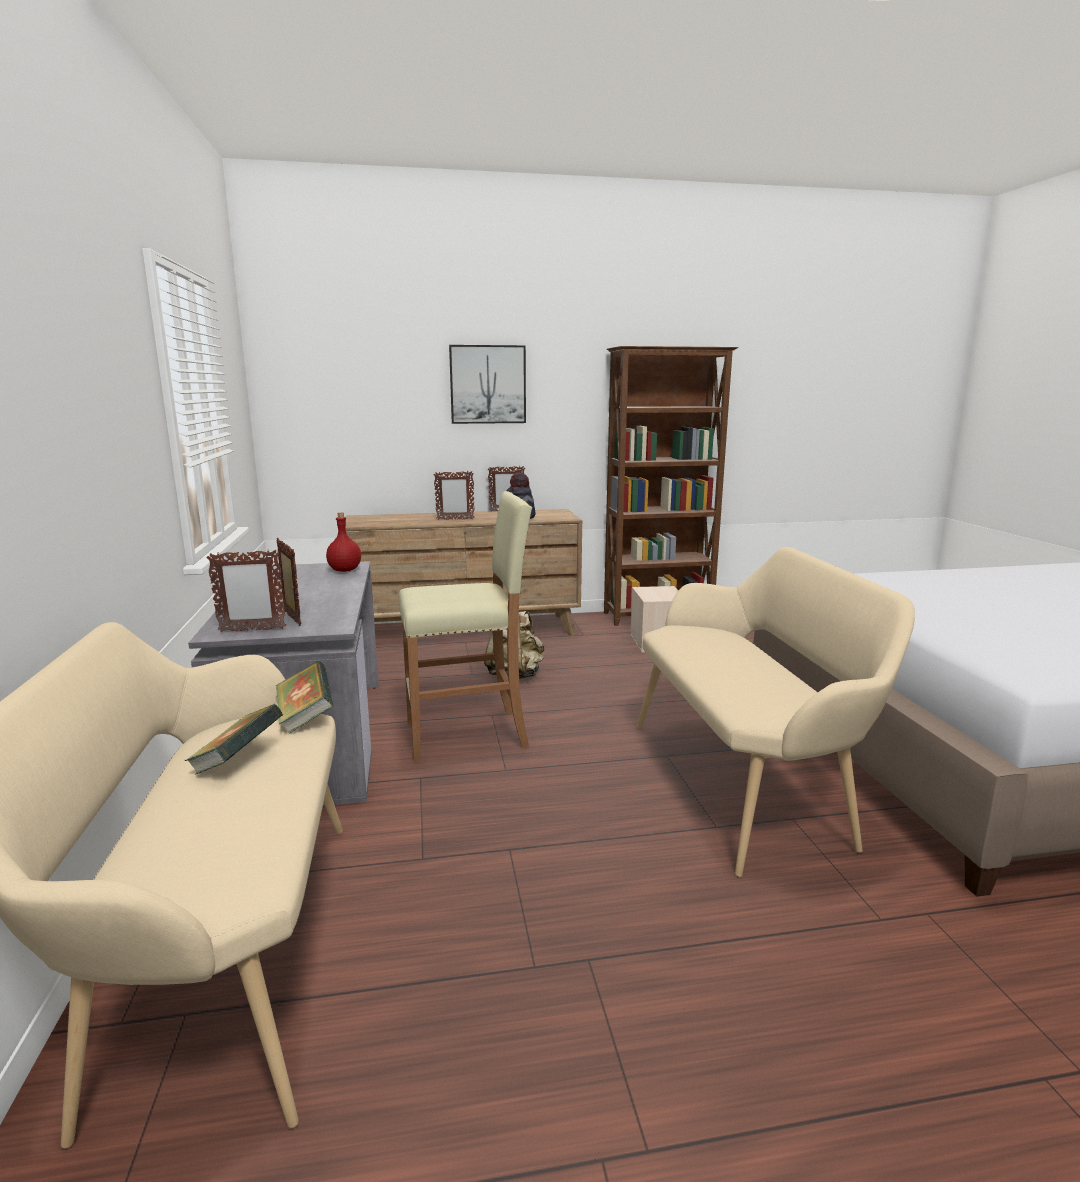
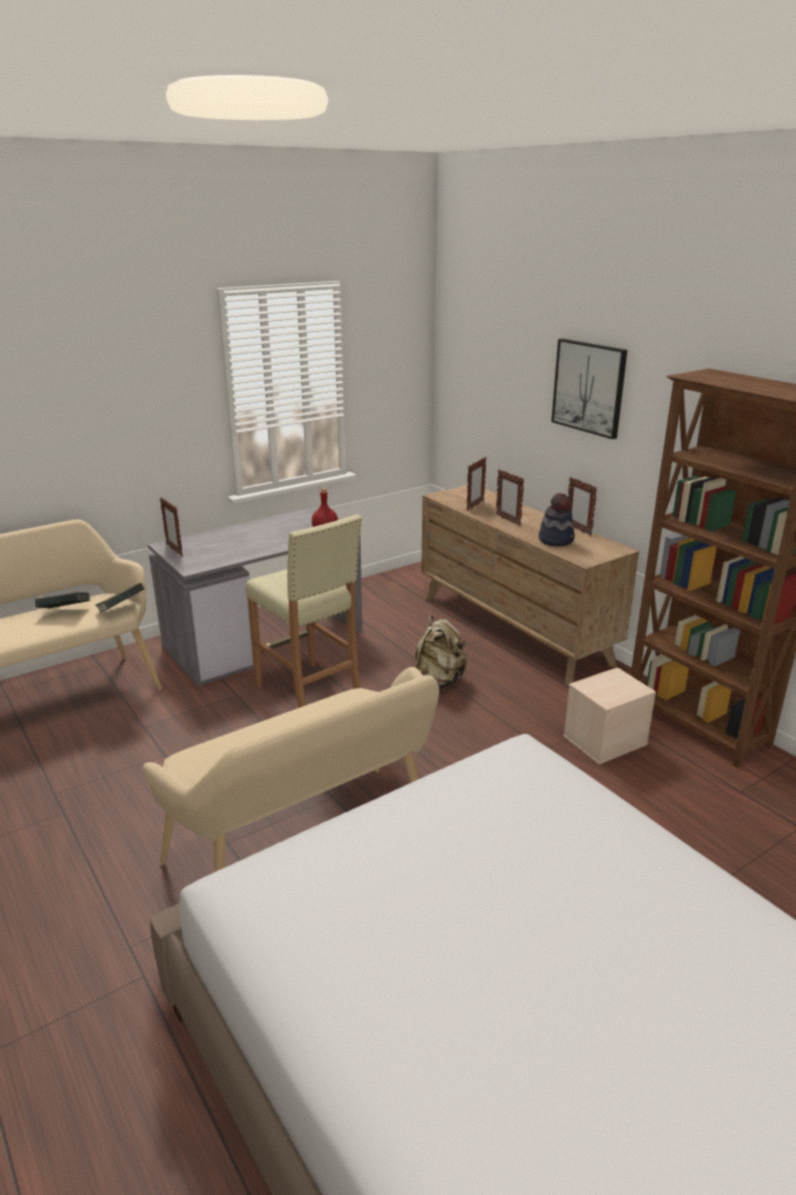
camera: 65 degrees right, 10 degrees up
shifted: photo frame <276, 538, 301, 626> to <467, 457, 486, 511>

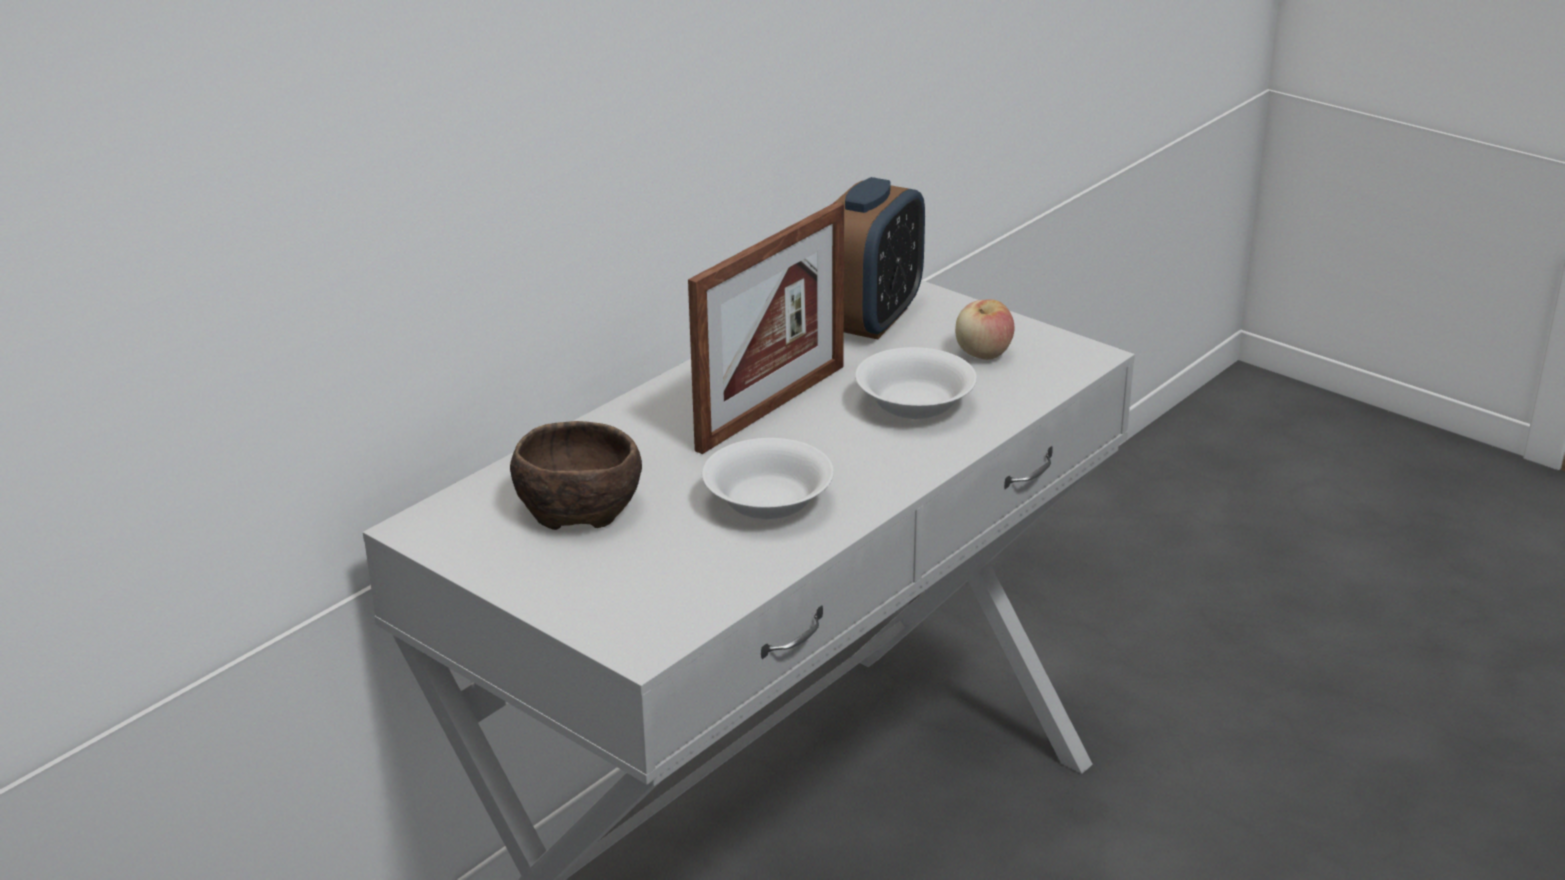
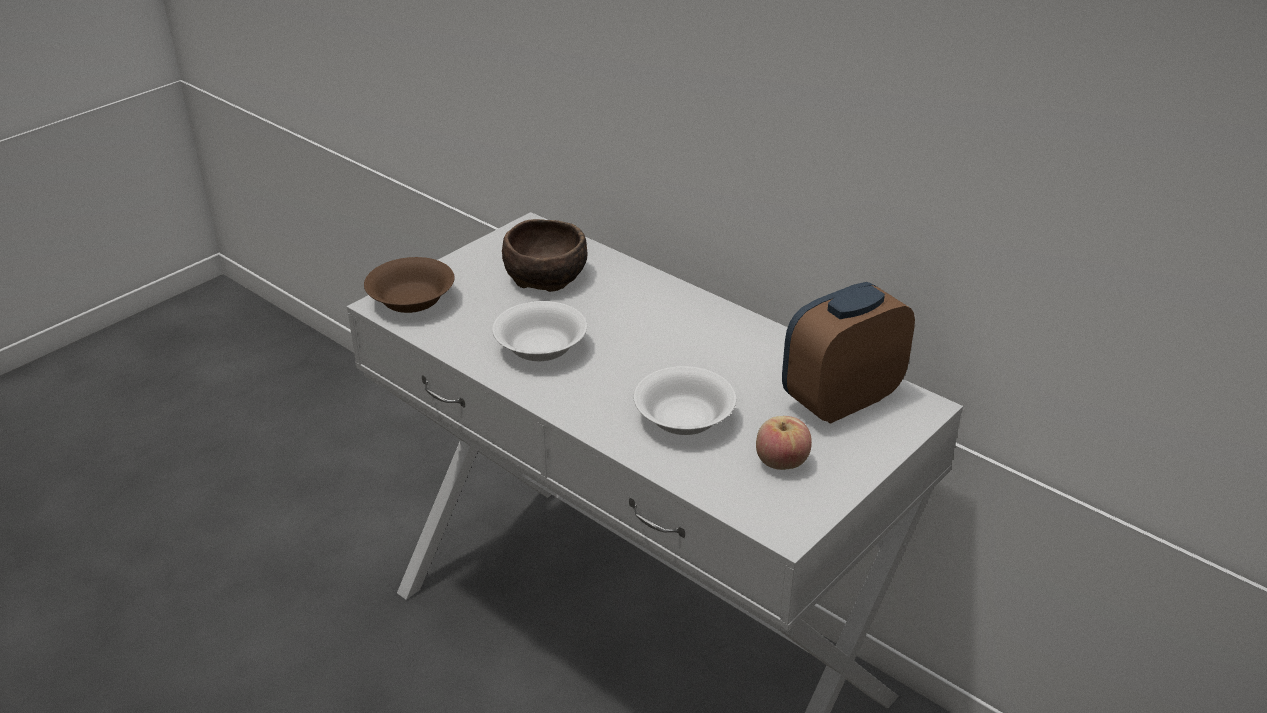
camera: 90 degrees right, 5 degrees up
gone: photo frame <688, 202, 844, 454>
new: serving bowl (brown-coloured) <364, 257, 454, 313>
rotated: table clock <834, 177, 925, 339> = <782, 282, 915, 424> 120 degrees clockwise

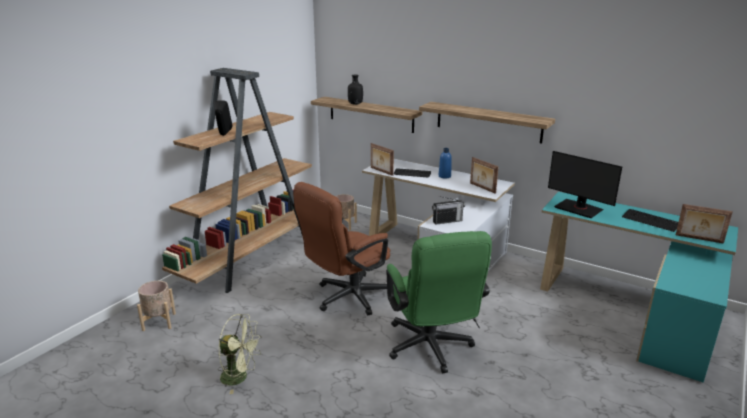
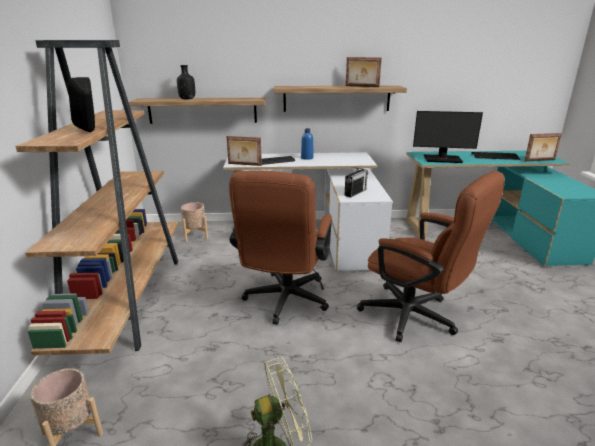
camera: 35 degrees left, 0 degrees up
shifted: photo frame <470, 157, 499, 194> to <346, 57, 382, 87>
repainted: computer chair (green-coloured) <386, 231, 492, 373> to computer chair (brown-coloured) <357, 171, 505, 342>

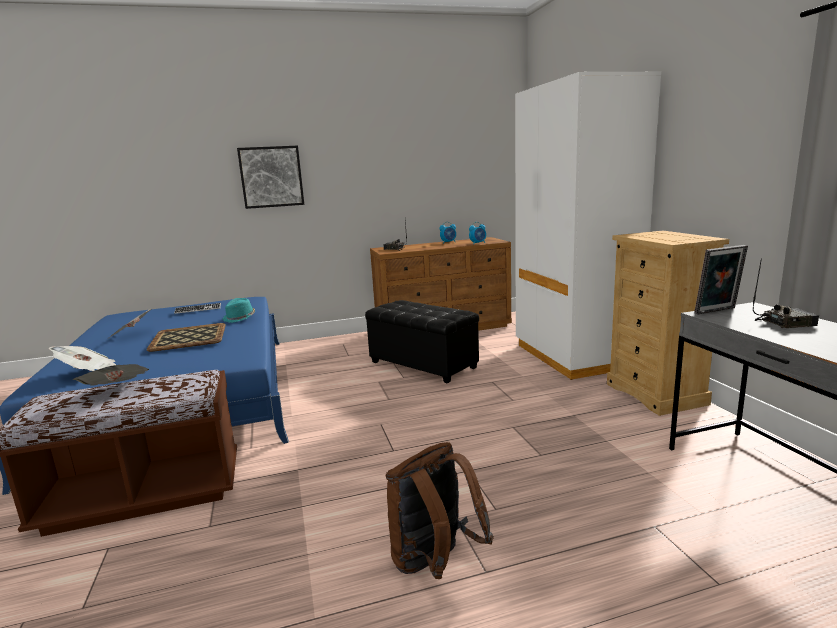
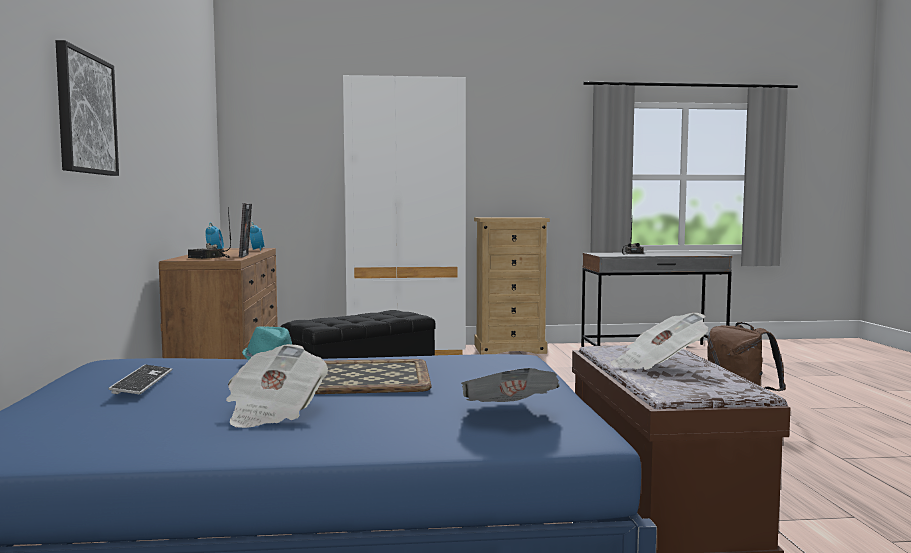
camera: 80 degrees left, 10 degrees down
shifted: photo frame <694, 245, 748, 314> to <239, 203, 252, 258>

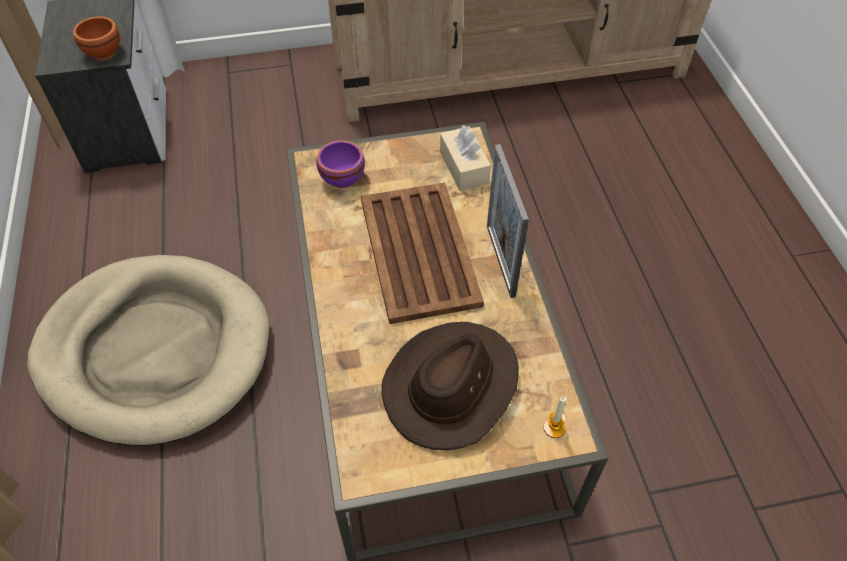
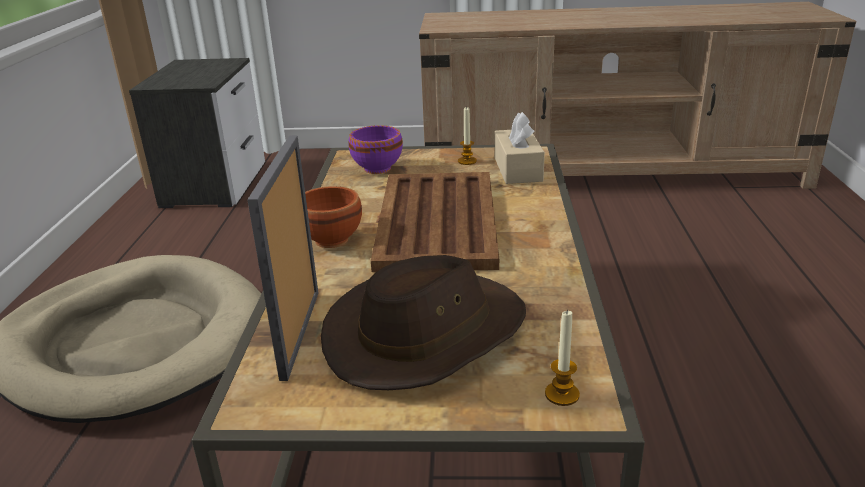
camera: 15 degrees right, 25 degrees down
new: wax candle <458, 106, 477, 165>
shifted: serving bowl (brown-coloured) <73, 17, 120, 60> to <305, 186, 362, 248>; photo frame <487, 144, 529, 298> to <247, 135, 318, 381>

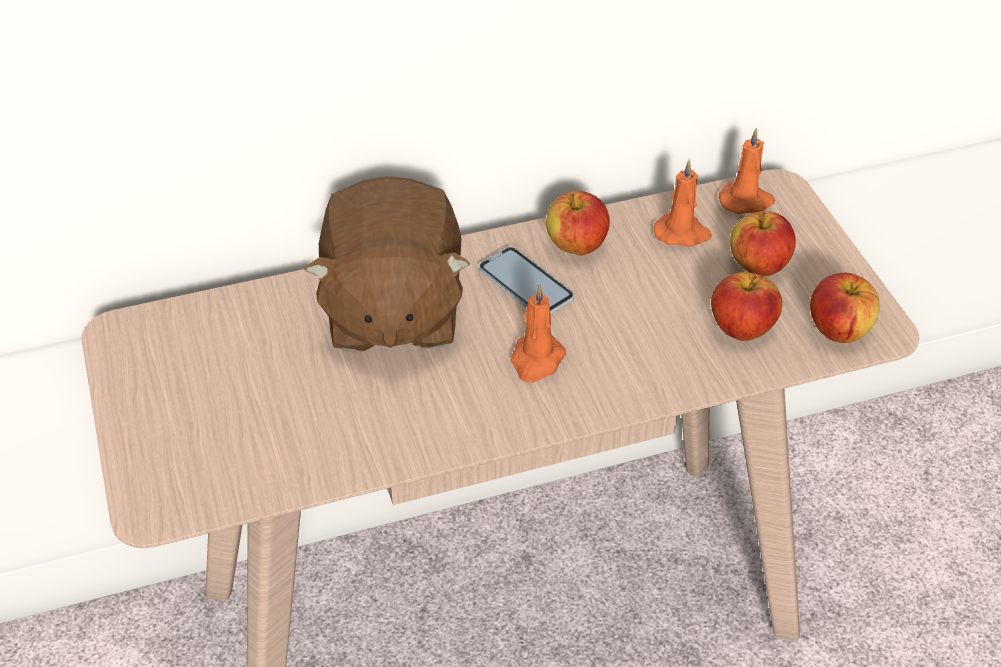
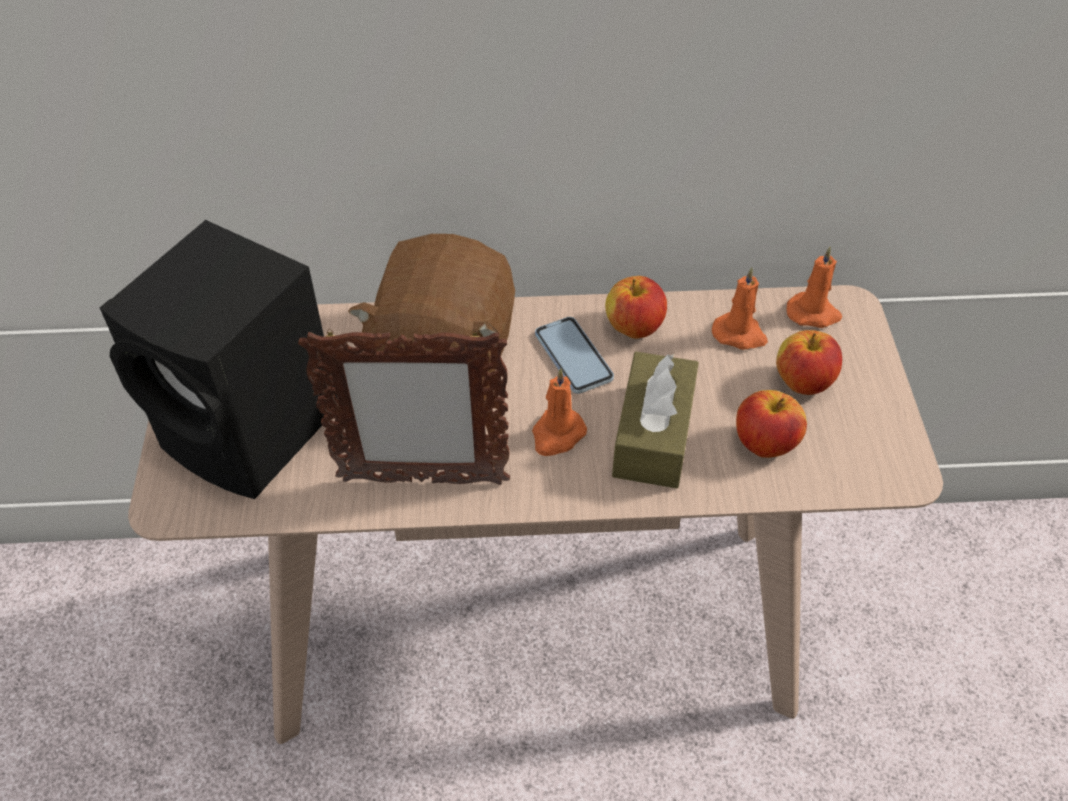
camera: 15 degrees right, 5 degrees up
gone: apple fruit <810, 272, 880, 343>
new: loudspeaker (black-coloured) <100, 220, 338, 499>; photo frame <298, 329, 510, 485>; box of tissues (brown-coloured) <612, 352, 699, 488>

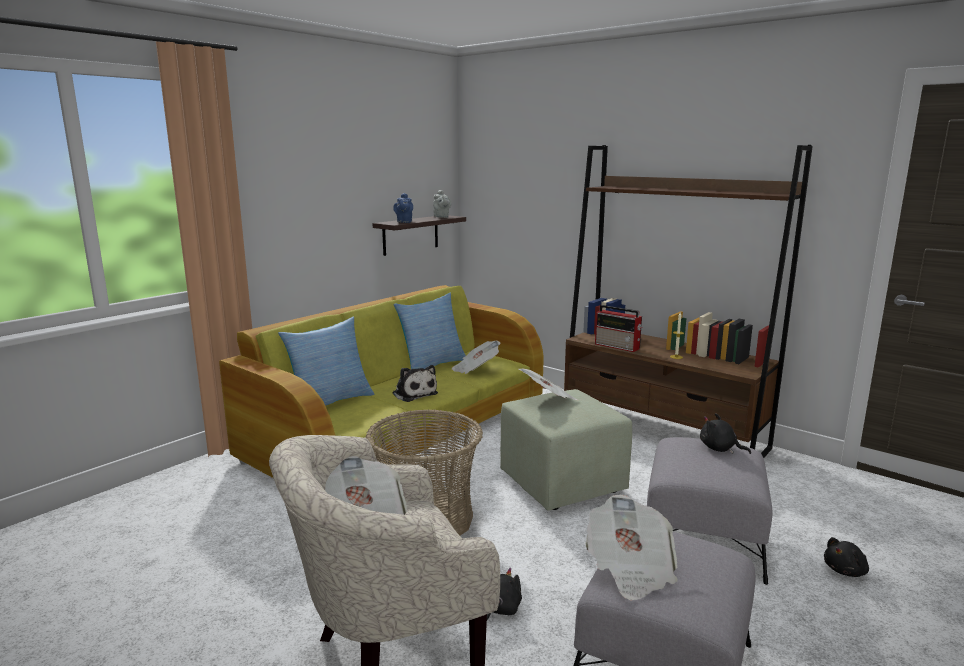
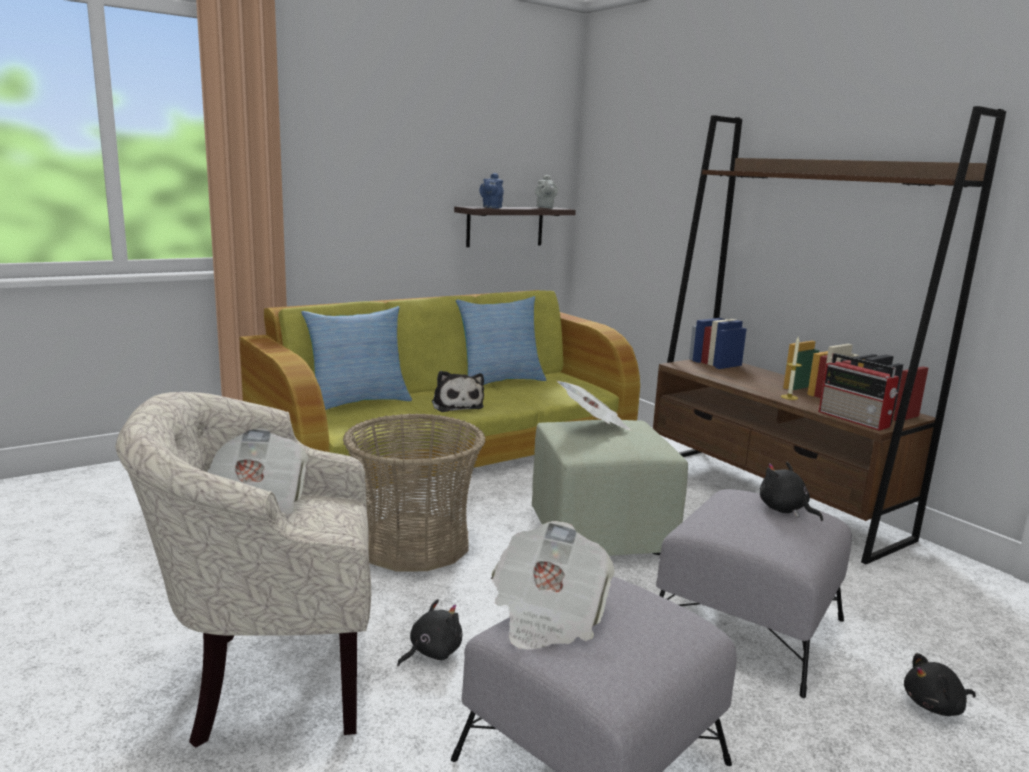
camera: 15 degrees right, 0 degrees up
gone: daily paper <452, 341, 501, 374>
shifted: radio set <595, 305, 642, 352> to <819, 353, 900, 431>

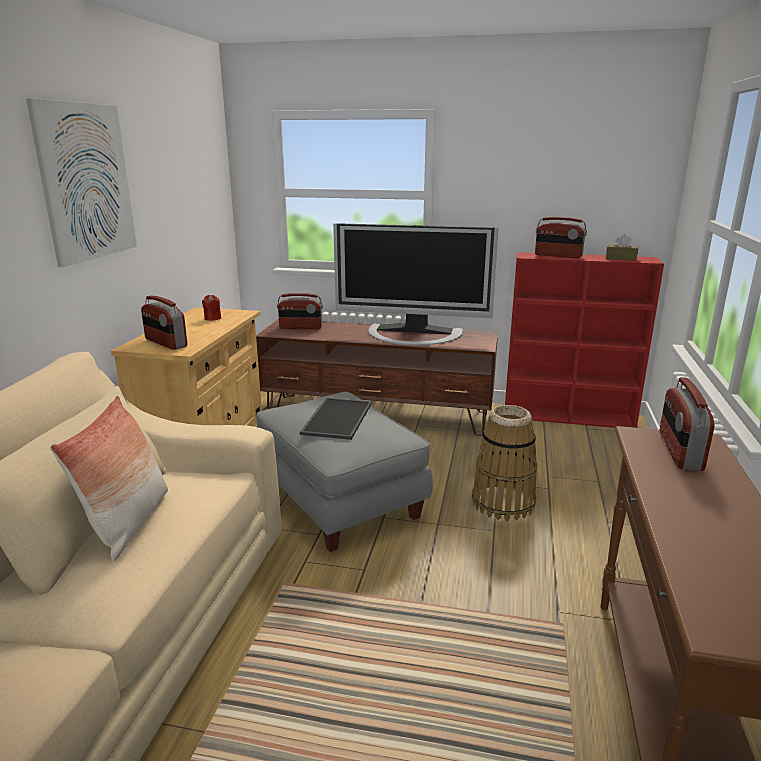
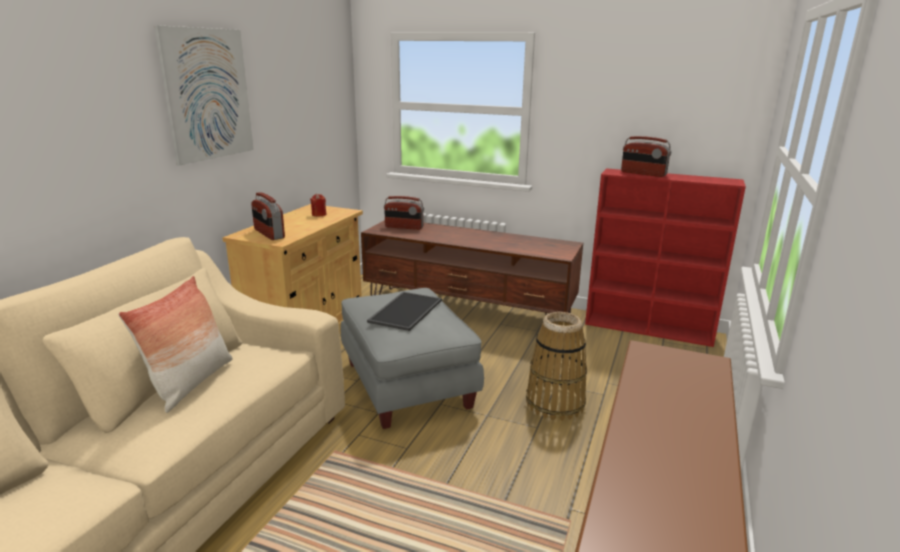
camera: 10 degrees right, 0 degrees up
gone: television <333, 223, 499, 345>; box of tissues (brown-coloured) <606, 234, 638, 261>; radio set <660, 377, 715, 471>

